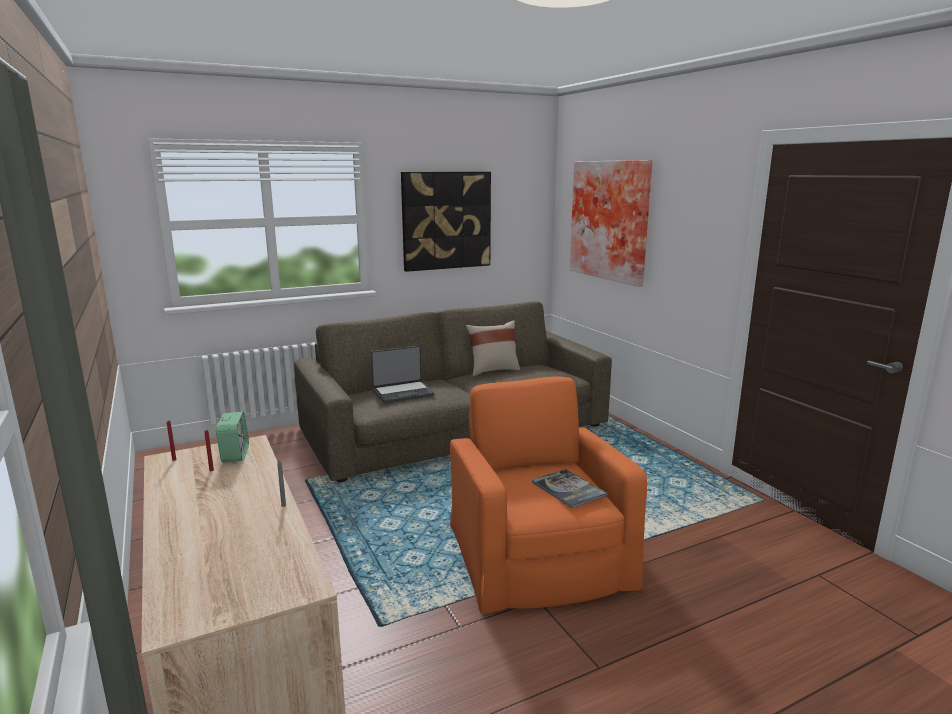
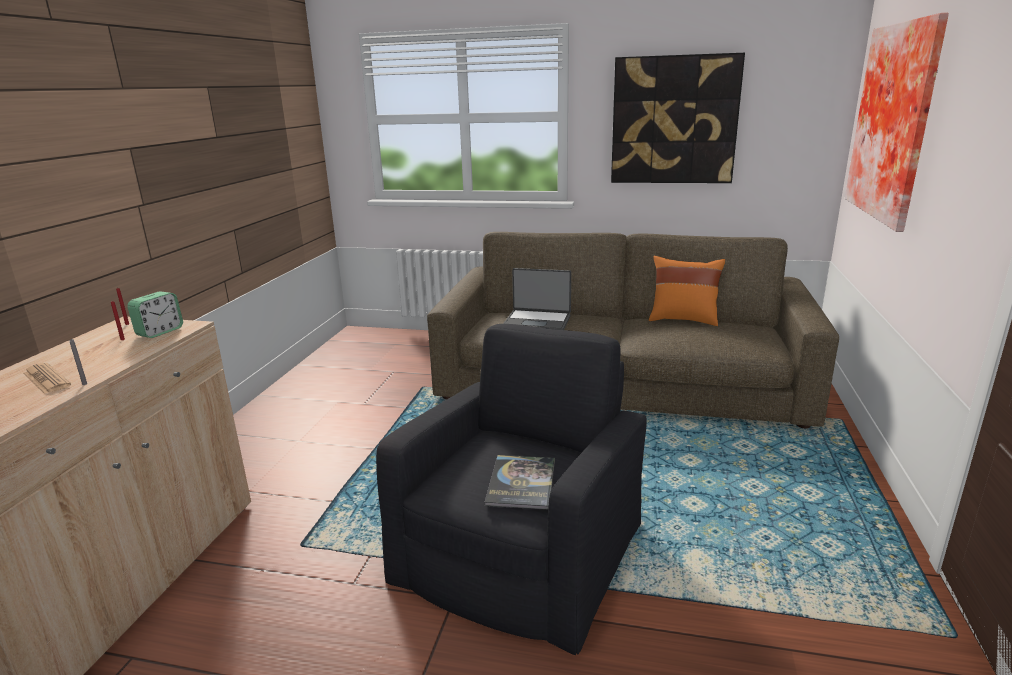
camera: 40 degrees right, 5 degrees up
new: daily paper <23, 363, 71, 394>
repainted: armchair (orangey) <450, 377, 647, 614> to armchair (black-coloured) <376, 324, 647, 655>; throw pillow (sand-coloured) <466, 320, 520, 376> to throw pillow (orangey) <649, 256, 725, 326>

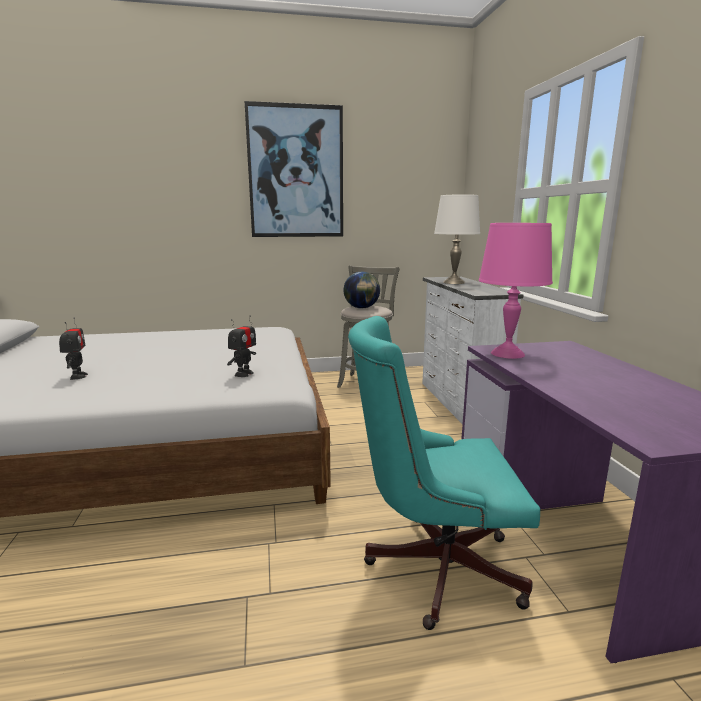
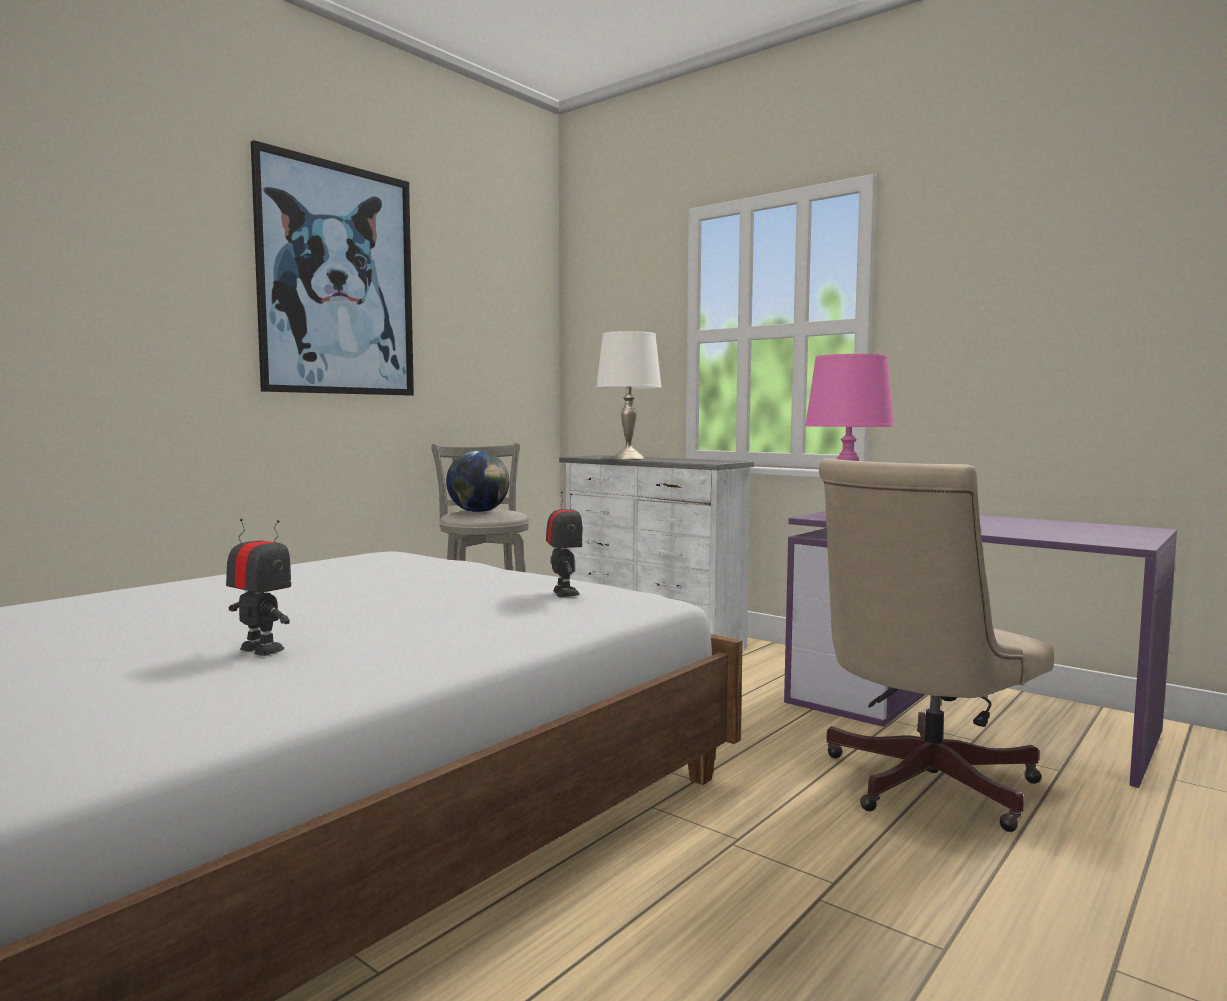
camera: 40 degrees left, 10 degrees down
repainted: computer chair (turquoise) <348, 316, 540, 630> to computer chair (sand-coloured) <819, 458, 1054, 832>

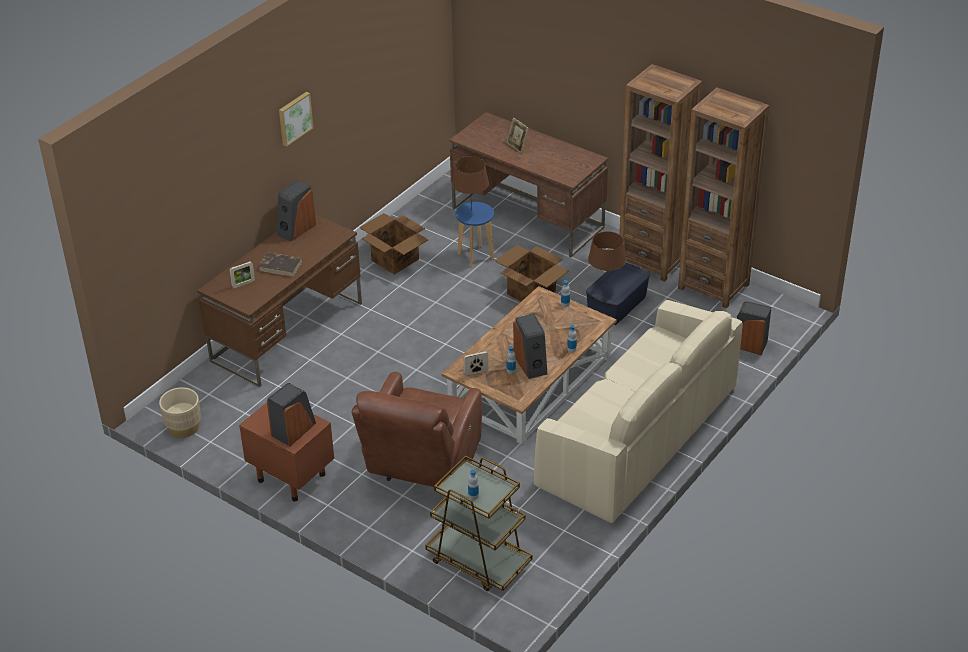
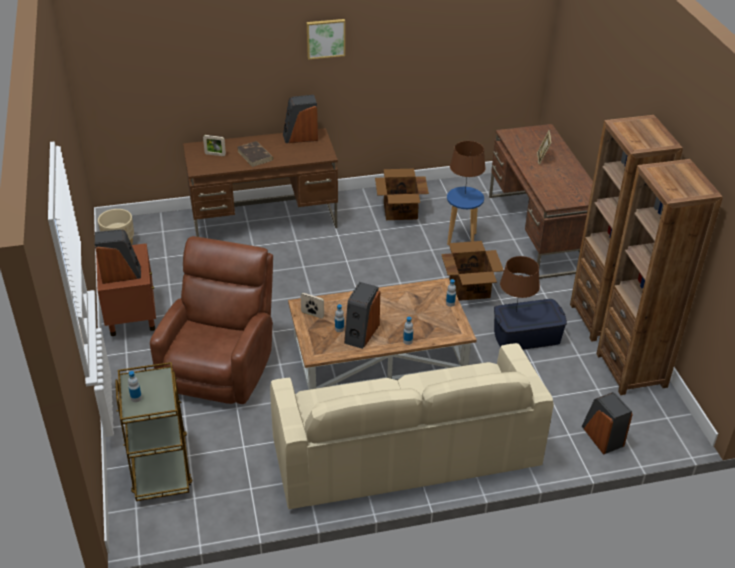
camera: 40 degrees right, 0 degrees up
rotated: armchair (brown-coloured) <352, 372, 482, 487> = <150, 236, 273, 404> 135 degrees clockwise

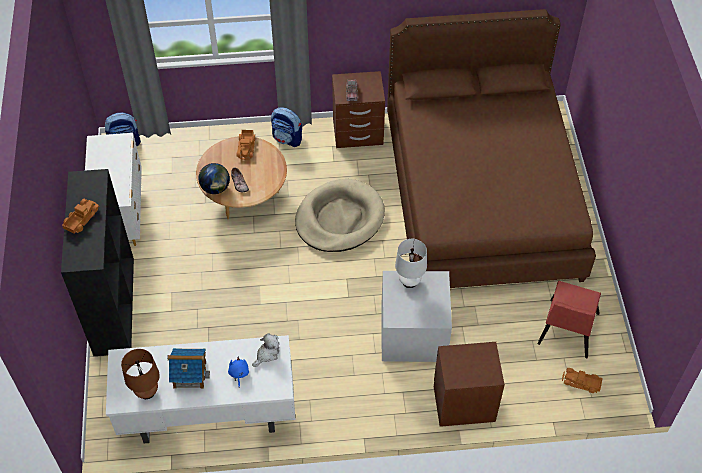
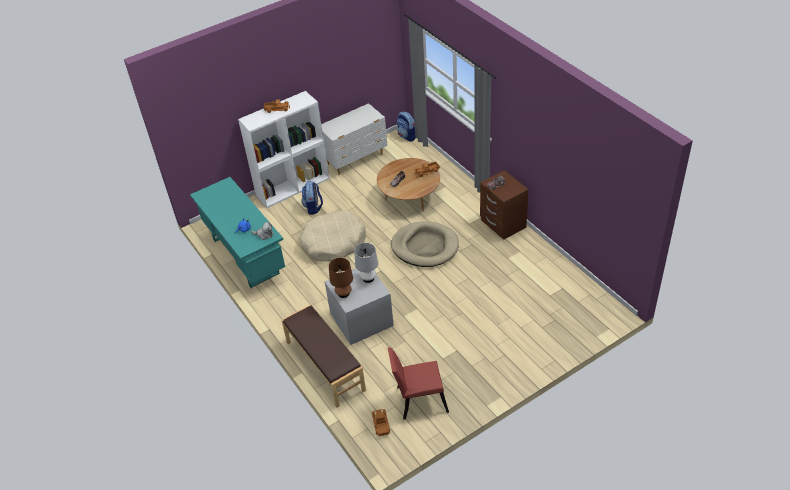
camera: 65 degrees right, 10 degrees down
gone: miniature house <167, 348, 210, 389>; world globe <198, 163, 230, 194>; bed (brown-coloured) <387, 9, 596, 288>
new: dog bed (sand-coloured) <300, 211, 366, 261>
shifted: lamp for a table (brown-coloured) <121, 349, 160, 399> to <329, 258, 353, 298>; rucksack <271, 107, 302, 147> to <301, 181, 323, 215>
swapped: bedside table (brown-coloured) <434, 342, 505, 427> to bench (brown-coloured) <282, 305, 366, 408>
repainted: bookshelf (black-coloured) <61, 169, 134, 356> to bookshelf (white) <238, 91, 330, 208>; desk table (white) <106, 335, 296, 443> to desk table (turquoise) <190, 177, 285, 288>

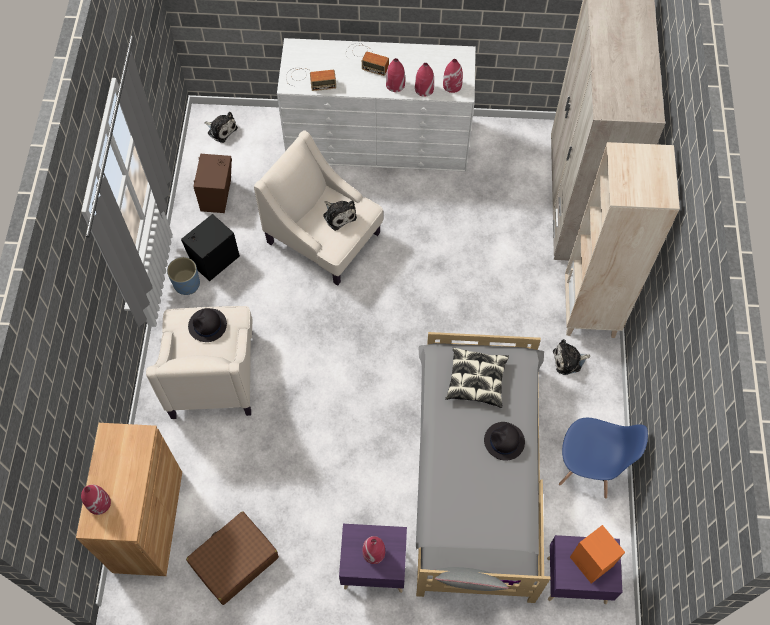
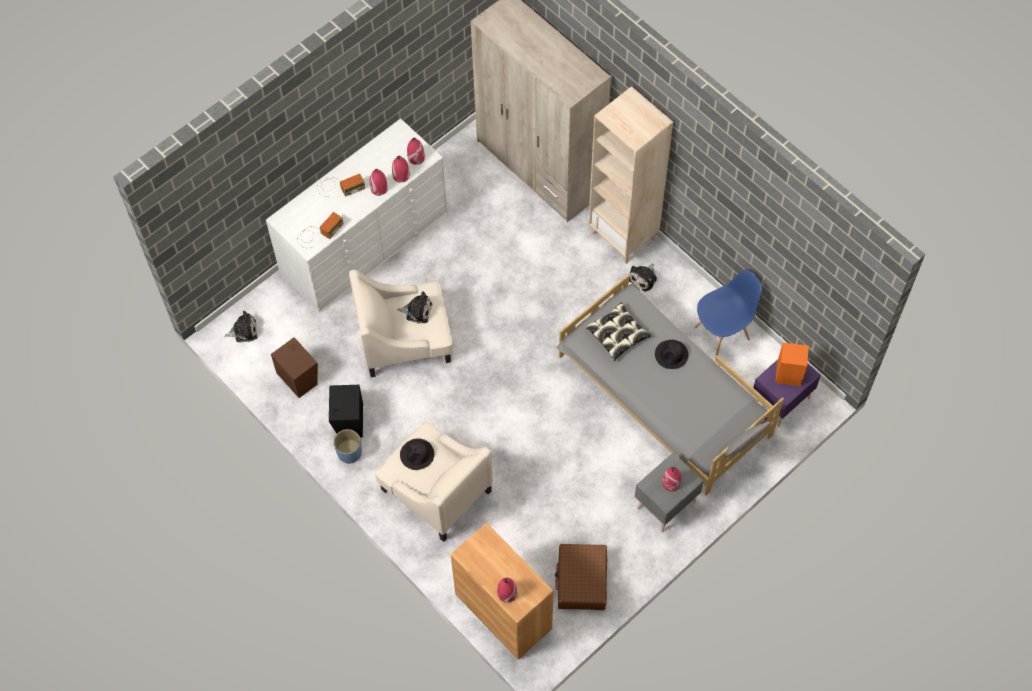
camera: 45 degrees left, 0 degrees up
repainted: bedside table (purple-coloured) <339, 524, 407, 593> to bedside table (greyish) <635, 453, 704, 532>

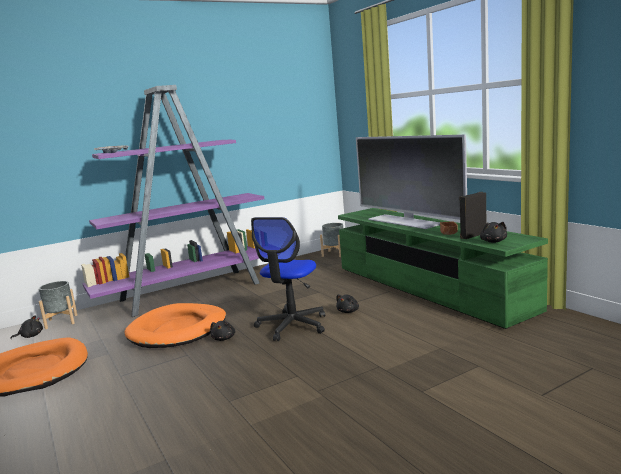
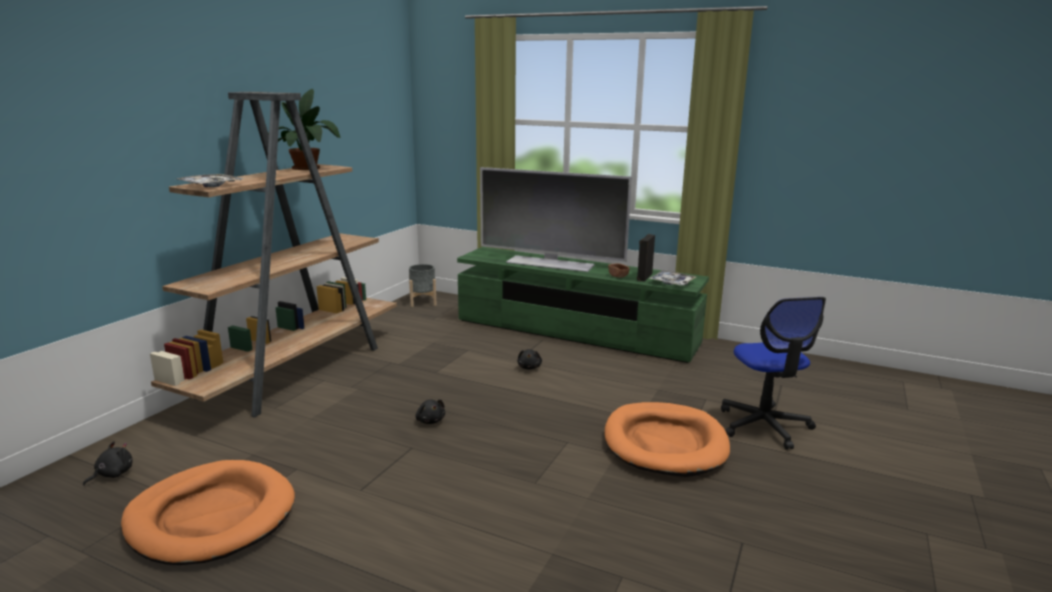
camera: 35 degrees left, 5 degrees up
gone: flower pot (greyish) <39, 281, 77, 329>
new: houseplant <268, 89, 340, 170>
shifted: dog bed (orangey) <124, 303, 226, 348> to <604, 402, 730, 477>; computer chair <251, 217, 325, 341> to <721, 297, 826, 450>
swapped: soft toy (black-coloured) <480, 222, 507, 243> to tray <648, 270, 696, 286>
repainted: bookshelf (purple-coloured) <81, 85, 264, 317> to bookshelf (brown-coloured) <150, 92, 397, 418>

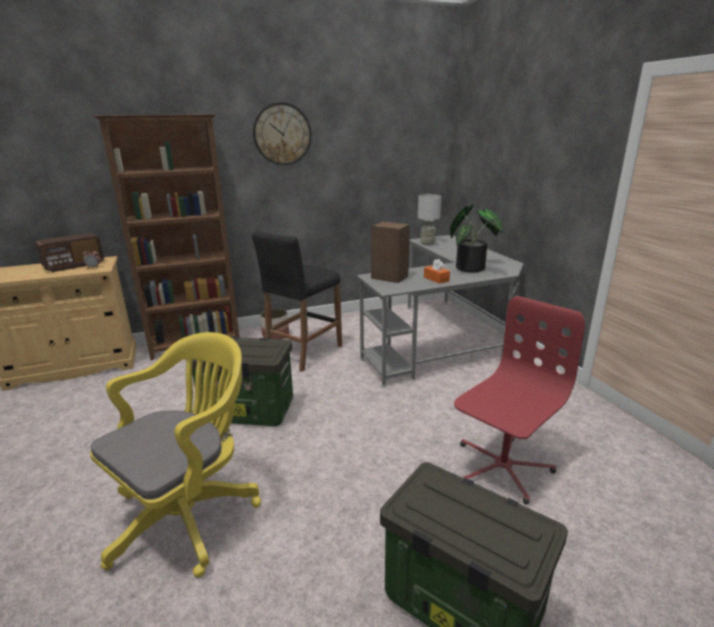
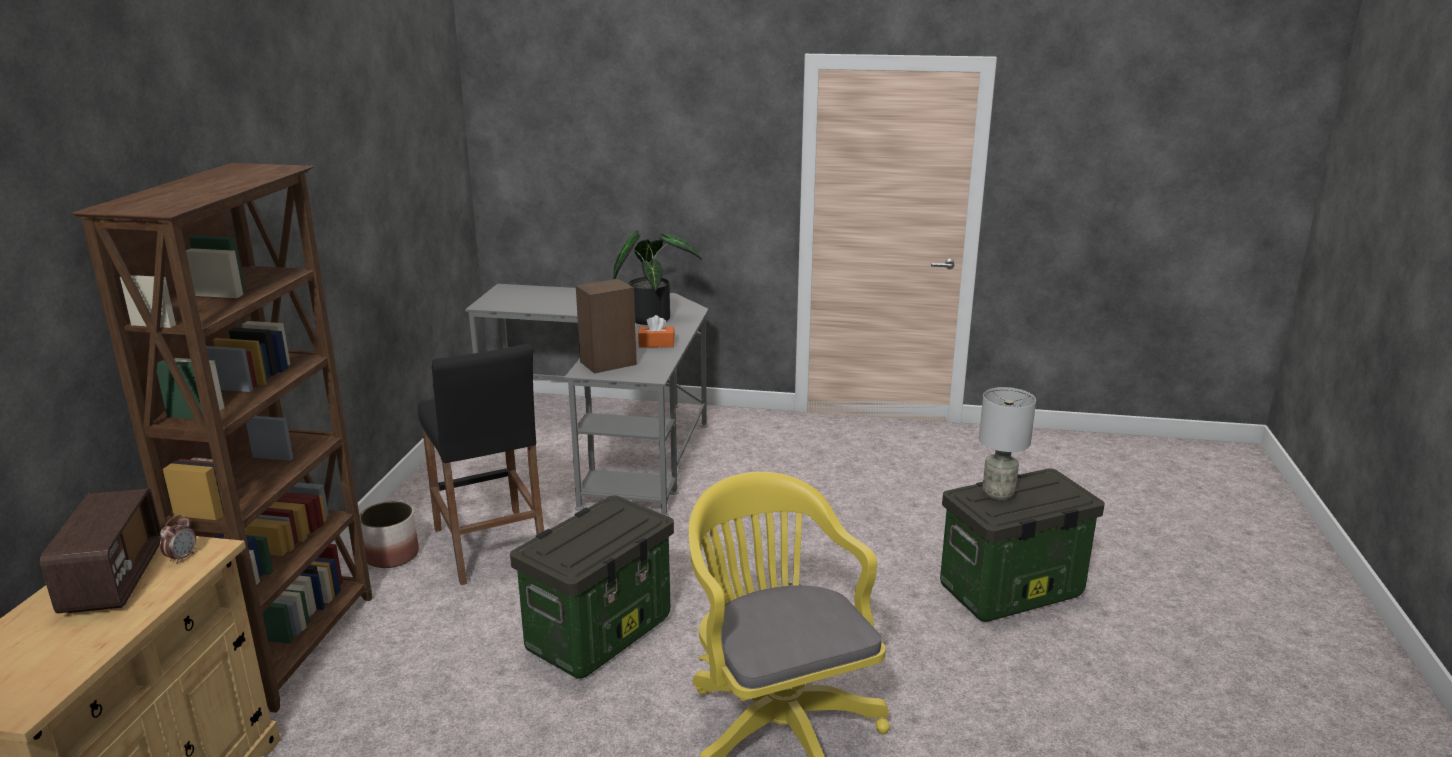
camera: 60 degrees left, 0 degrees up
gone: wall clock <253, 102, 312, 165>; computer chair (red) <454, 296, 585, 504>
shifted: lamp for a table (greyish) <418, 194, 441, 246> to <979, 387, 1036, 500>

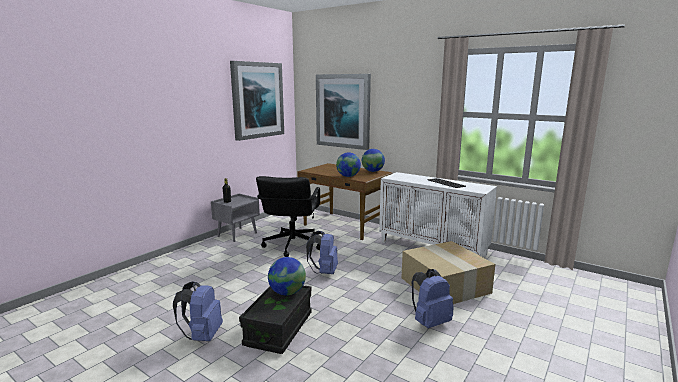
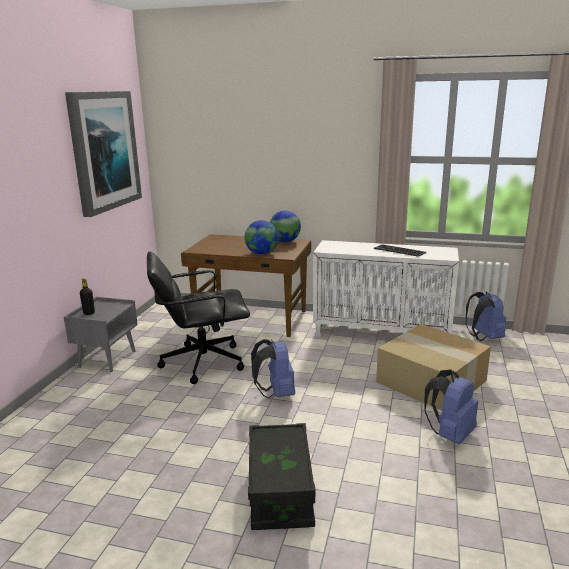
camera: 20 degrees left, 5 degrees up
gone: world globe <268, 257, 306, 296>; wall picture <316, 74, 371, 150>
shifted: rucksack (blue) <173, 281, 223, 341> to <466, 292, 506, 341>
rotated: computer chair (black-coloured) <256, 176, 320, 257> = <147, 252, 250, 384> 90 degrees clockwise

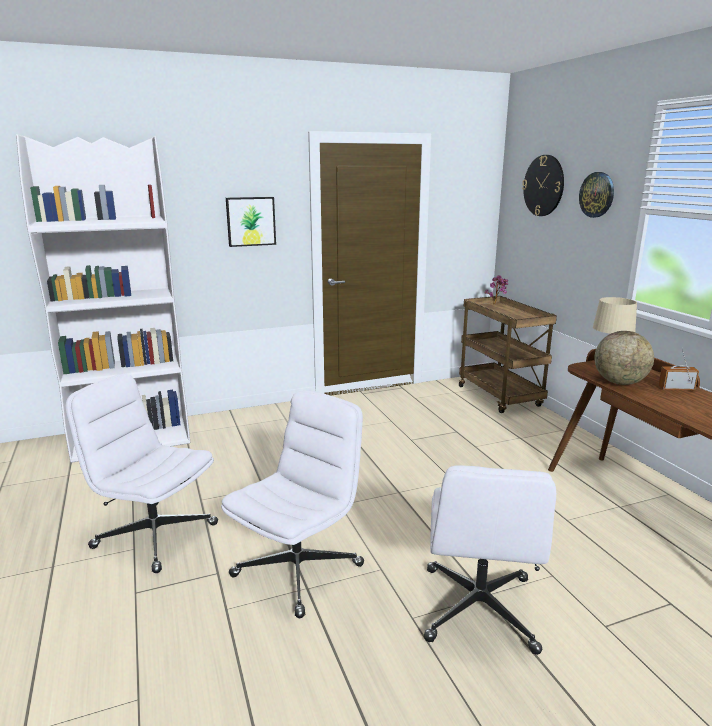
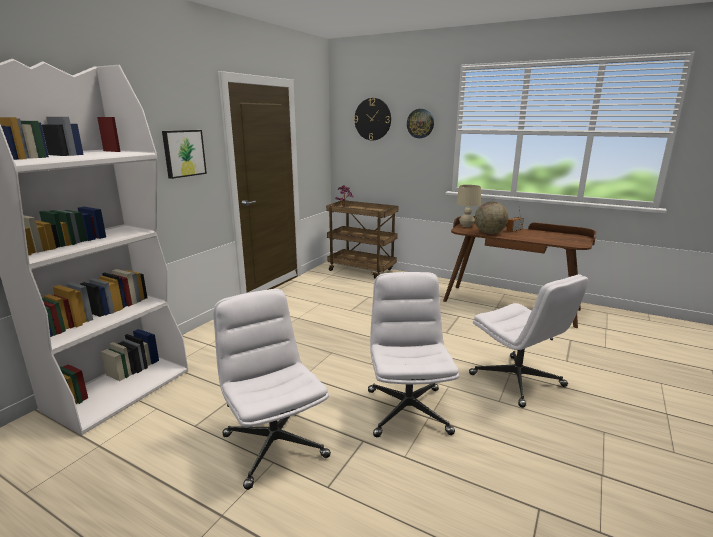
camera: 40 degrees left, 0 degrees up
rotated: computer chair (white) <66, 374, 218, 573> = <213, 289, 331, 490> 75 degrees clockwise

